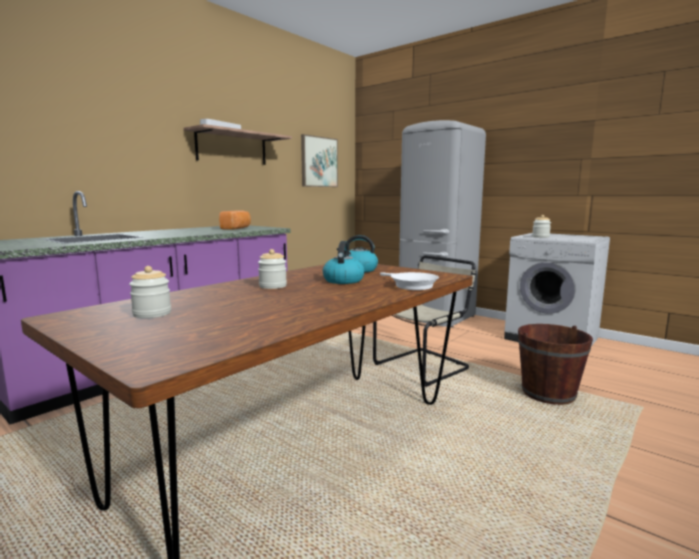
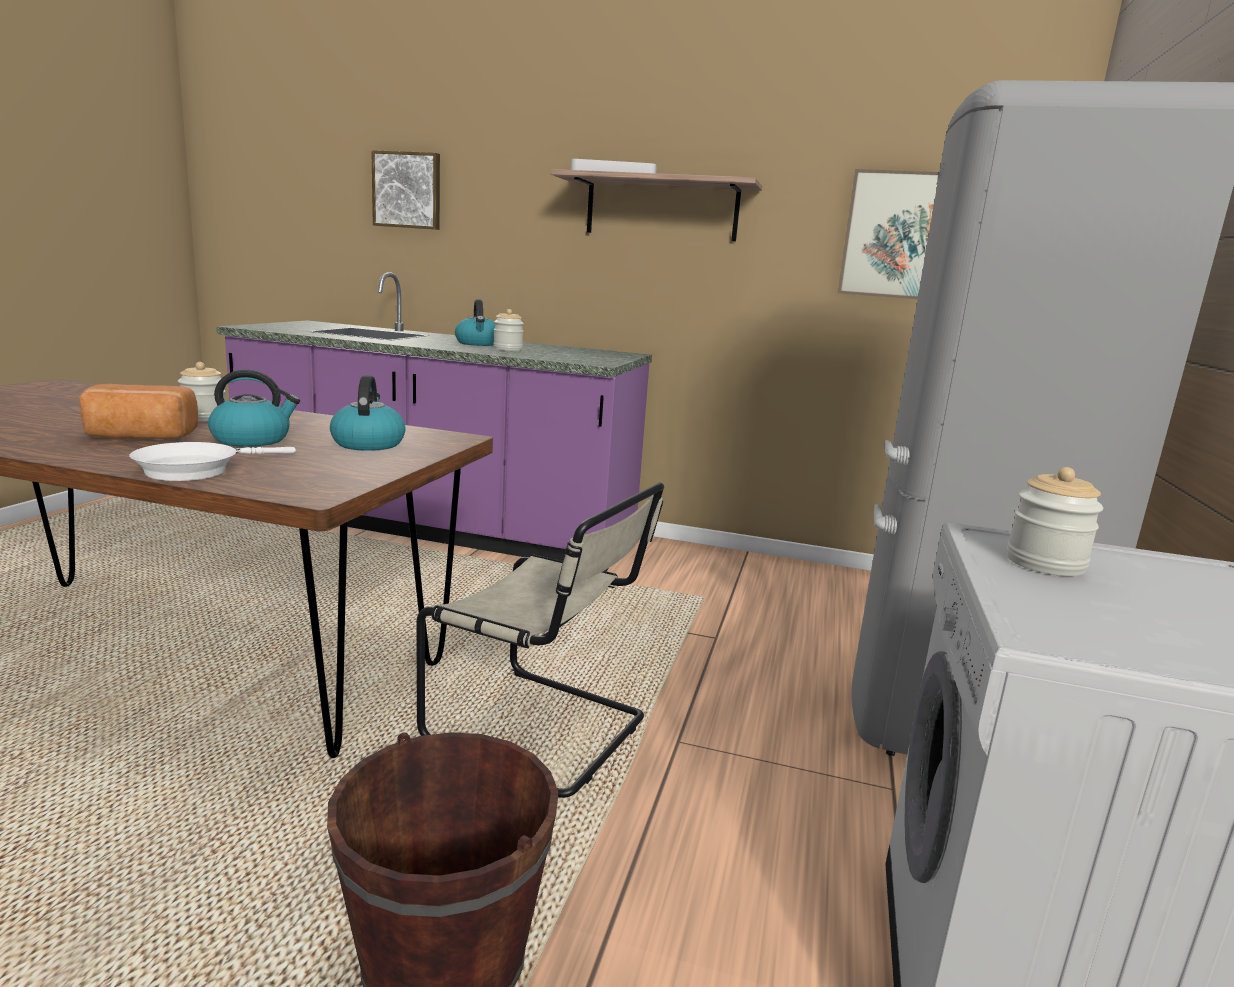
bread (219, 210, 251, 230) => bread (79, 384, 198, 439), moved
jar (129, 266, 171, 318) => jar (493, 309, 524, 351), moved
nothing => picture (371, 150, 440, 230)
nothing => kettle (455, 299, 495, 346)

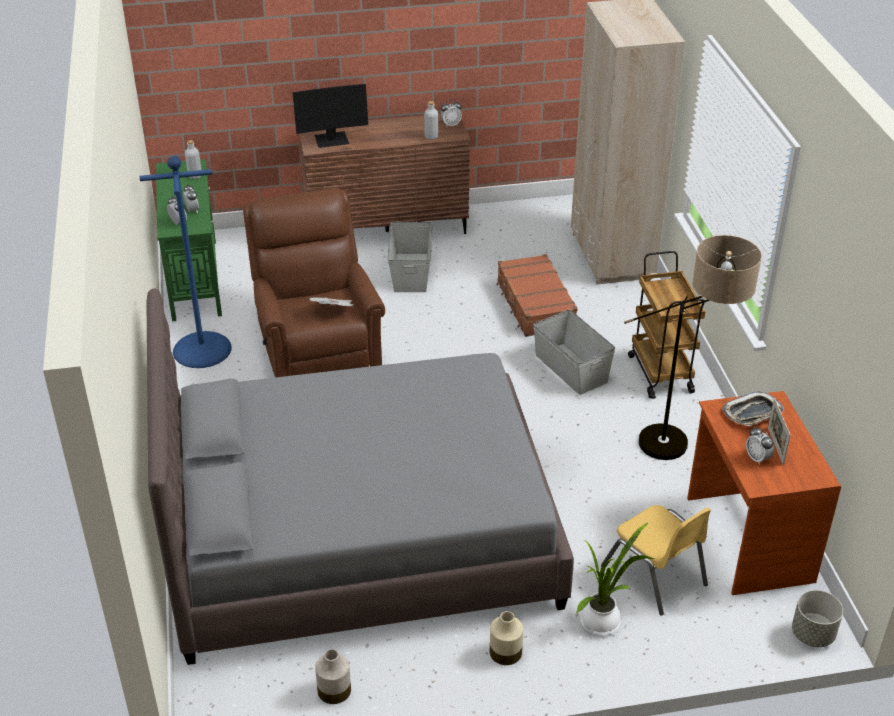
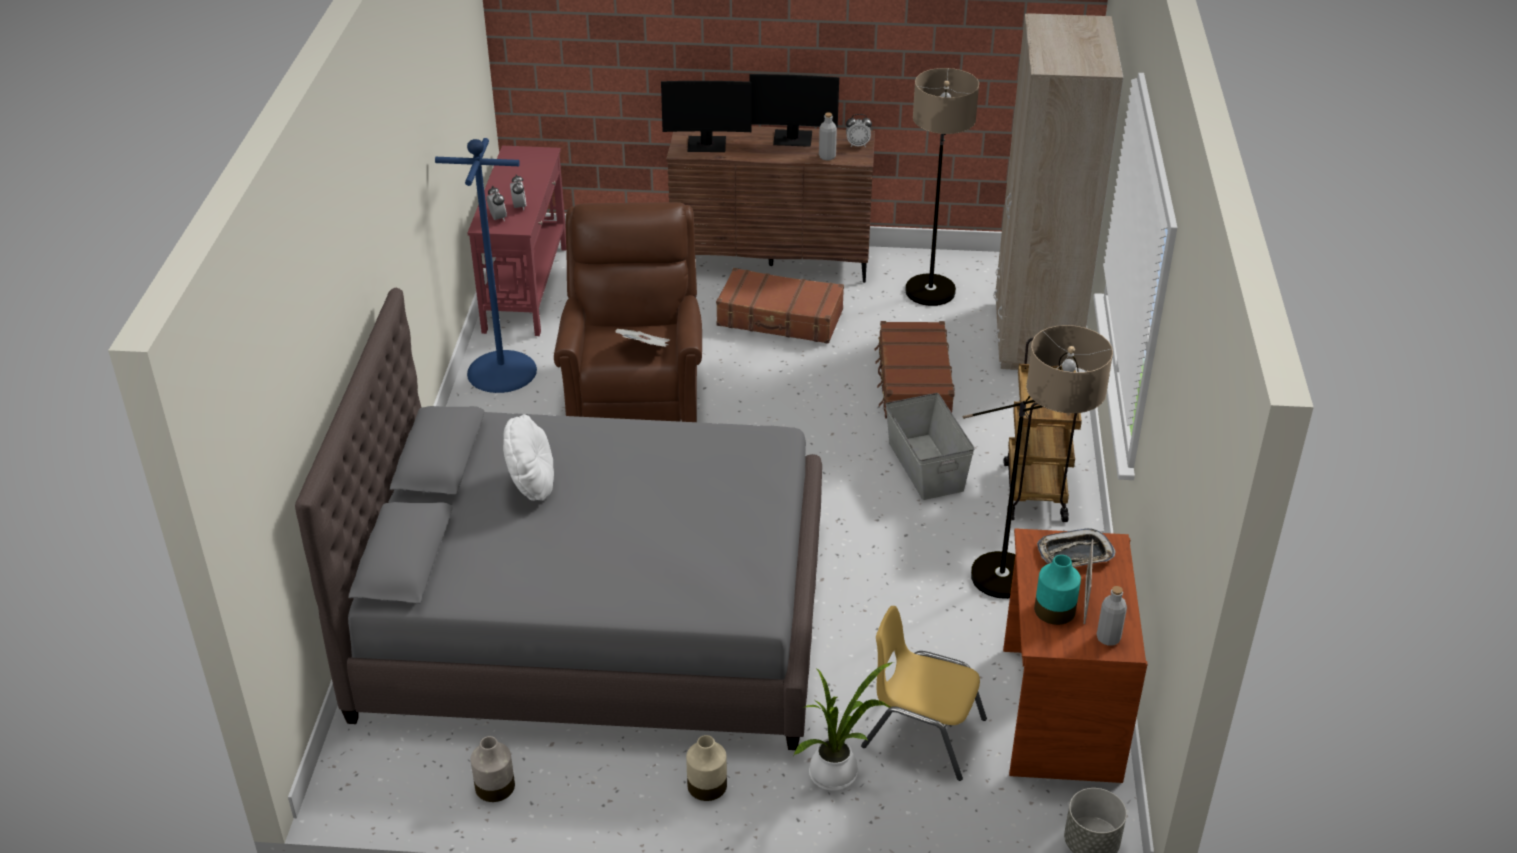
grey bottle (185, 140, 201, 179) => grey bottle (1097, 586, 1127, 646), moved
green console table (156, 159, 222, 321) => red console table (467, 145, 566, 336)
grey storage box (388, 222, 432, 292) => brown suitcase (716, 268, 844, 344)
alarm clock (746, 427, 774, 465) => turquoise vase (1034, 555, 1081, 625)
yellow chair (601, 505, 711, 616) => yellow chair (861, 606, 987, 781), 135 degrees clockwise
nothing => floor lamp (905, 68, 979, 306)
nothing => monitor (750, 74, 839, 147)
nothing => white pillow (503, 414, 554, 501)

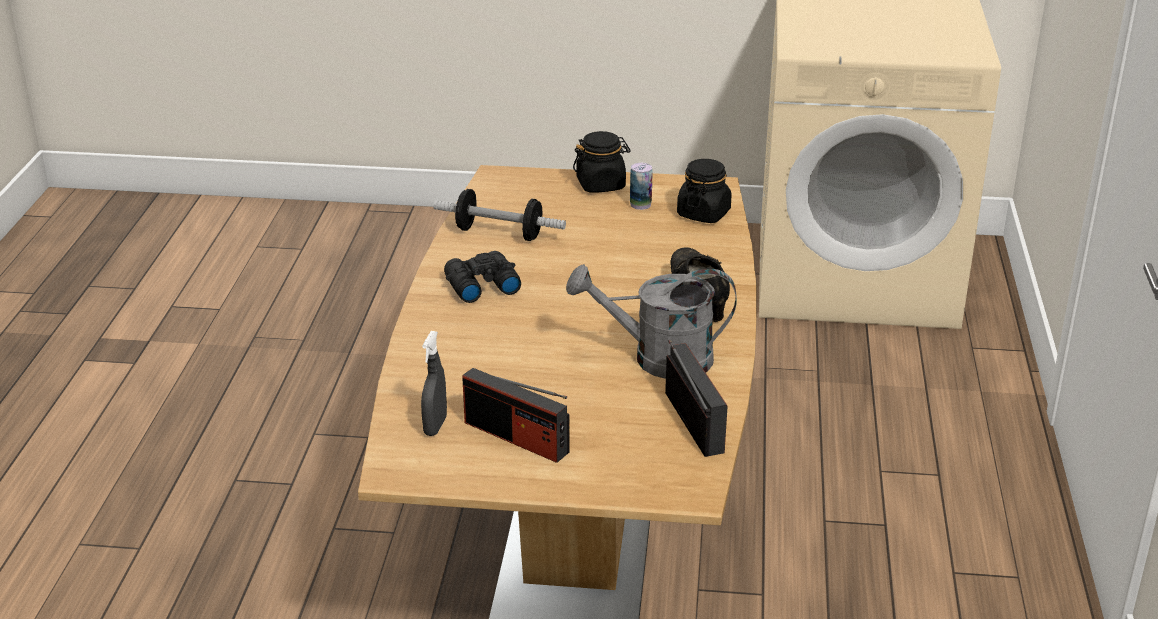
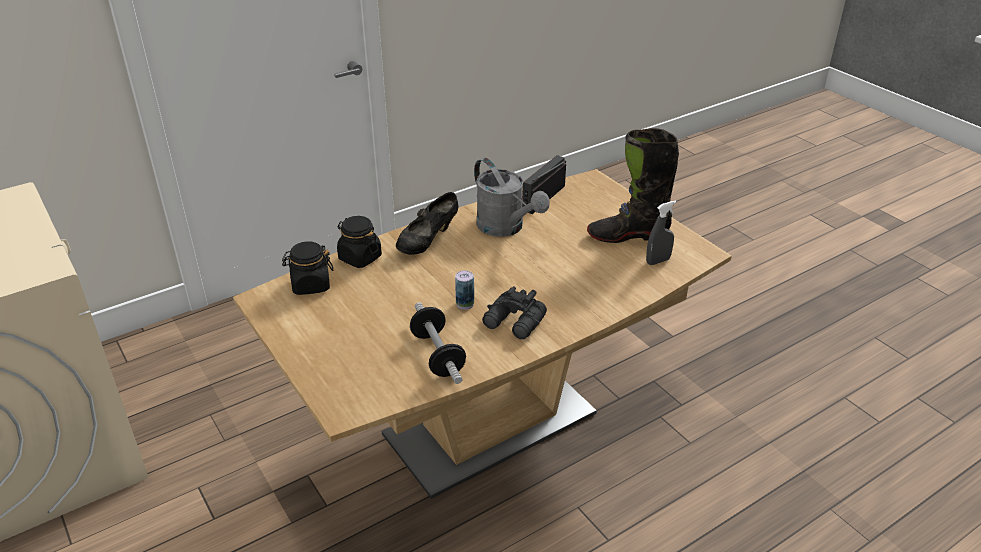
black jar (573, 131, 631, 192) => black jar (337, 216, 382, 268), moved
can (630, 163, 653, 210) => can (455, 270, 474, 310), moved
radio (462, 368, 570, 463) => black boot (587, 128, 679, 243)

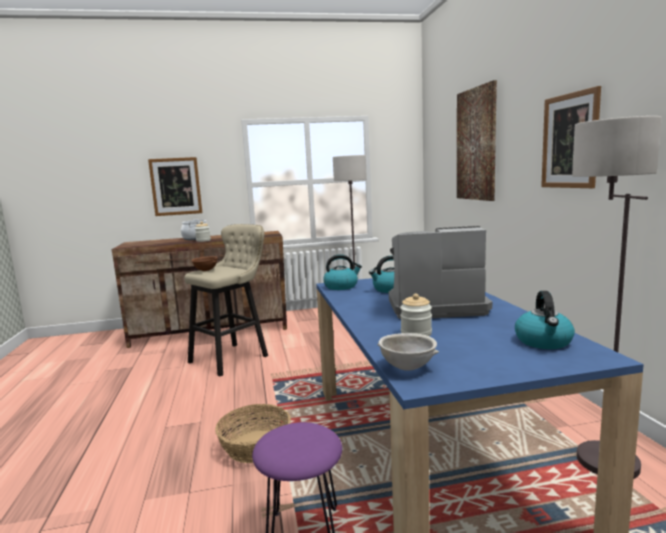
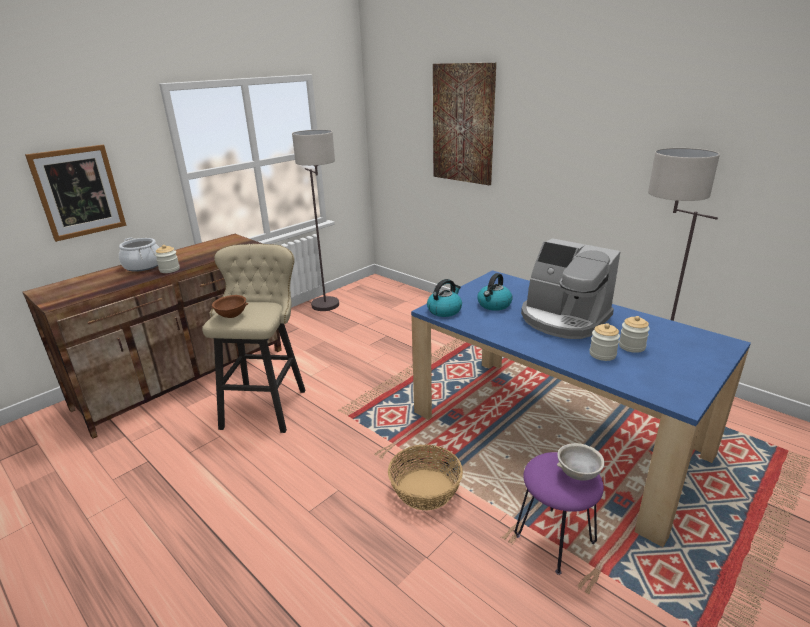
picture (541, 86, 601, 188) => nothing
coffee machine (389, 226, 492, 319) => coffee machine (521, 238, 620, 339), 105 degrees counterclockwise
kettle (515, 291, 575, 349) => nothing
grey bowl (378, 333, 439, 371) => grey bowl (557, 443, 605, 481), moved
nothing => jar (619, 316, 650, 353)

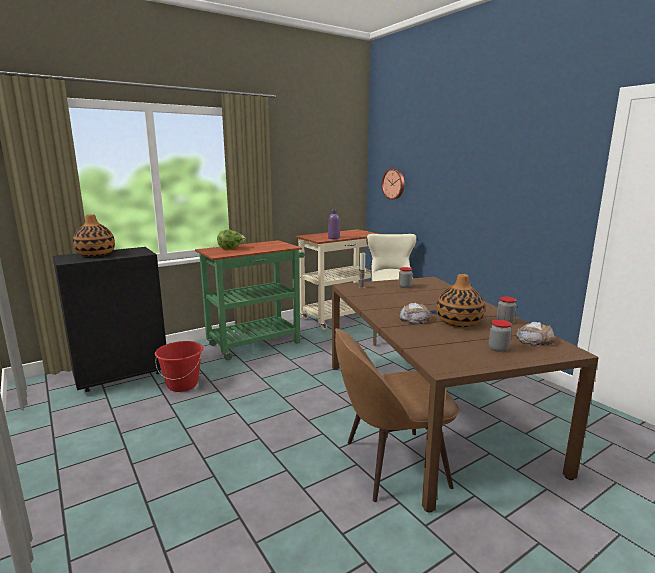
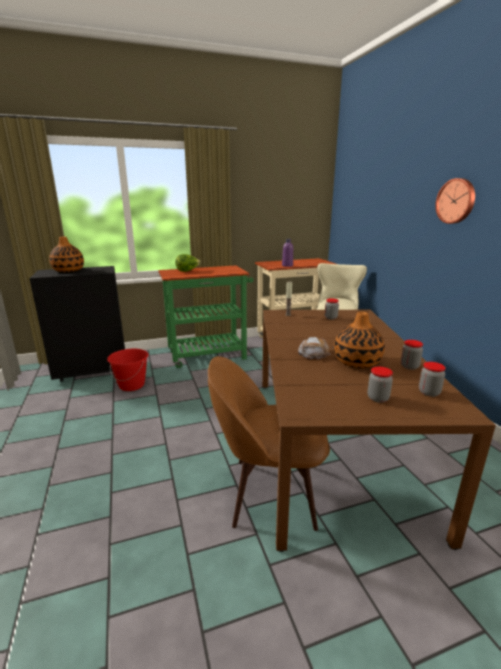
wall clock (382, 169, 405, 200) => wall clock (435, 178, 475, 224), moved
bread (516, 322, 555, 346) => jar (419, 362, 446, 397)

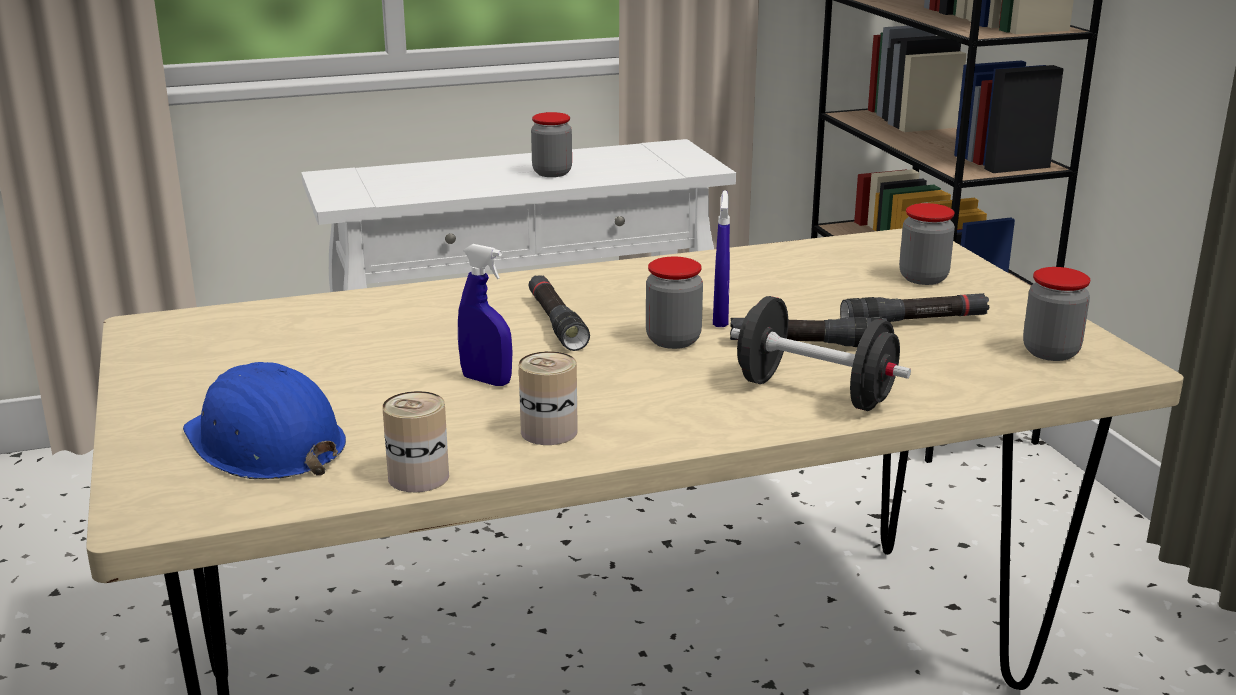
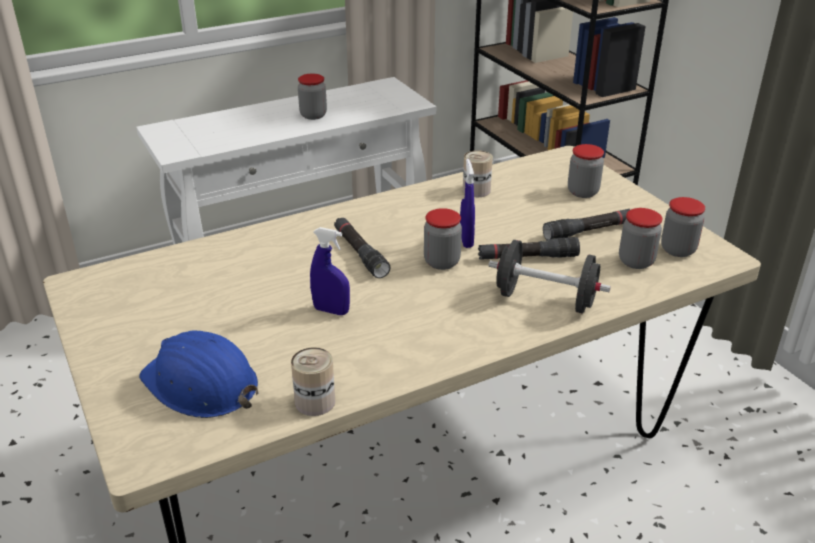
can (519, 351, 578, 445) => can (463, 150, 493, 197), moved
nothing => jar (619, 208, 662, 269)

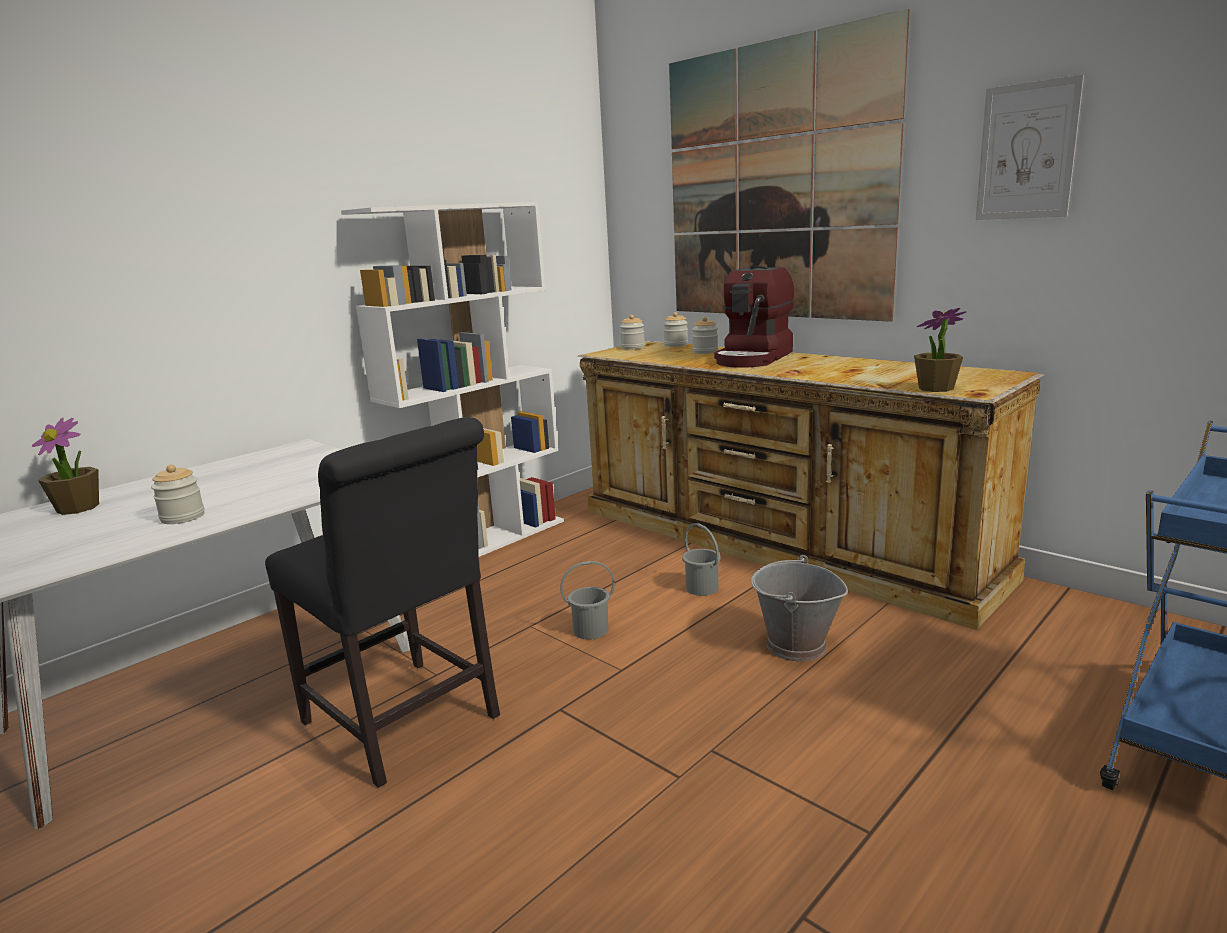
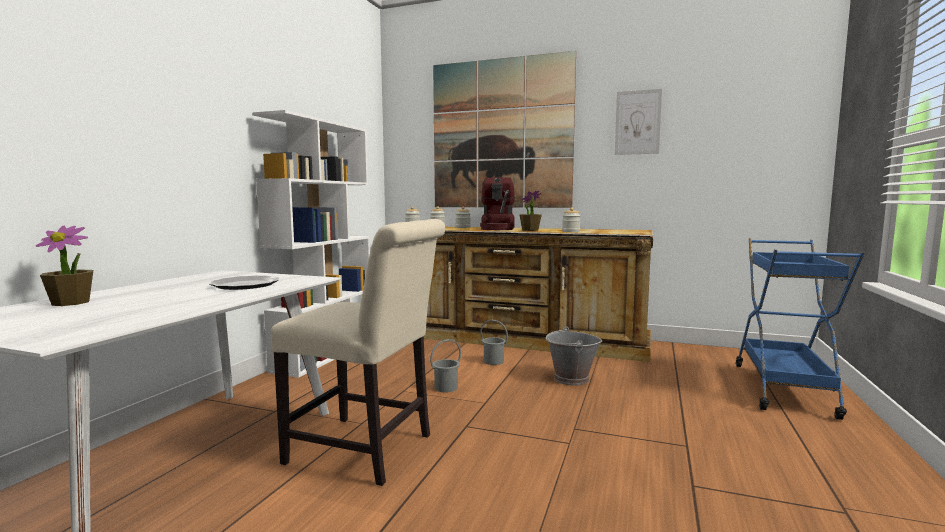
potted plant (914, 308, 967, 392) => potted plant (520, 191, 542, 231), moved
black chair (265, 417, 500, 788) => beige chair (271, 219, 445, 486)
jar (151, 464, 204, 524) => jar (562, 207, 580, 232), moved
nothing => plate (210, 276, 279, 290)

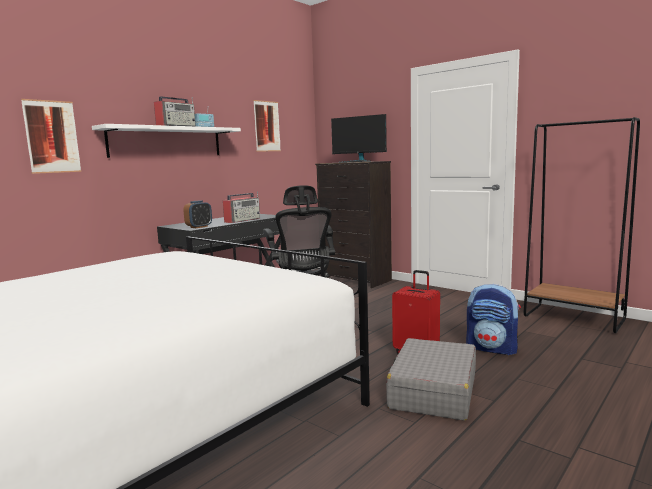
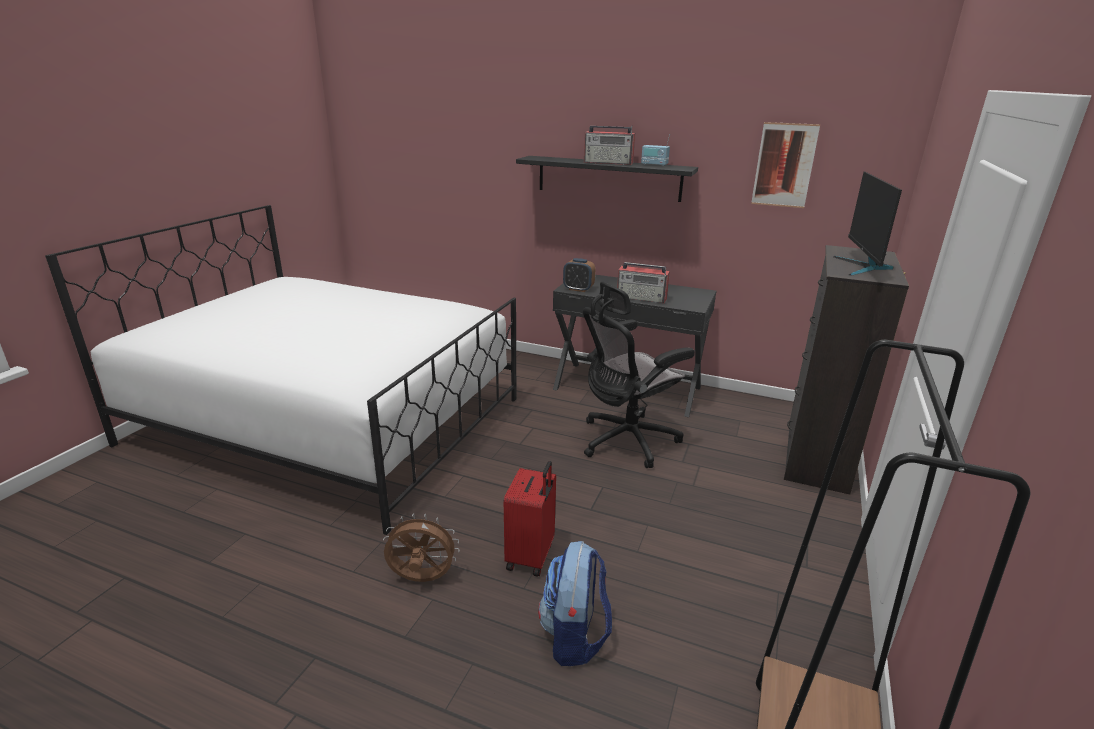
picture (21, 99, 81, 174) => nothing
white shelf (92, 124, 241, 158) => black shelf (516, 156, 698, 202)
grey suitcase (386, 338, 476, 421) => brown fan (383, 513, 460, 582)

